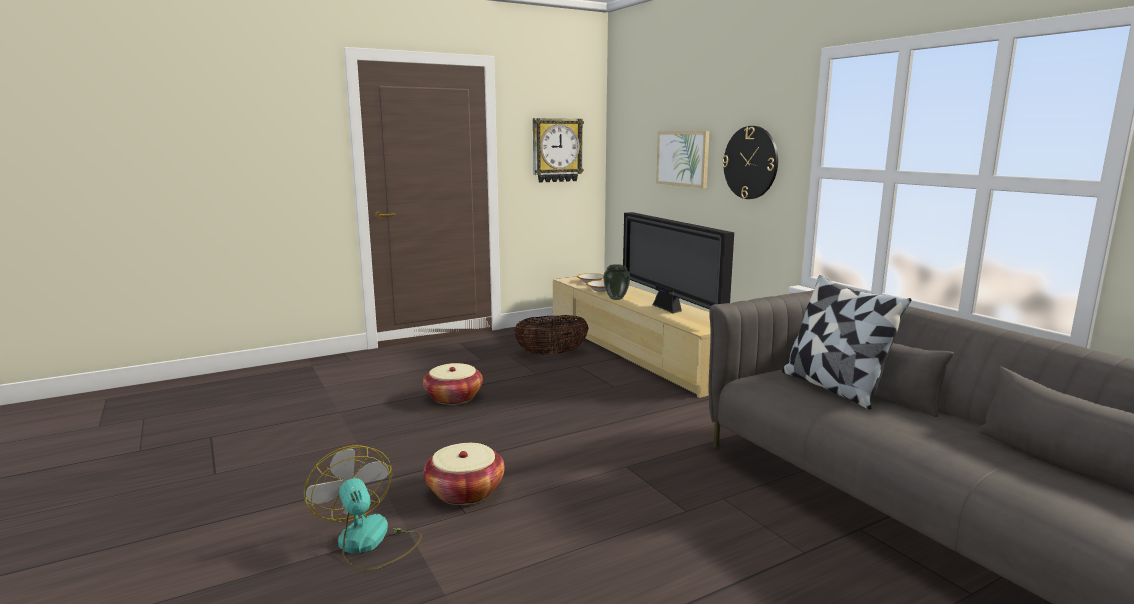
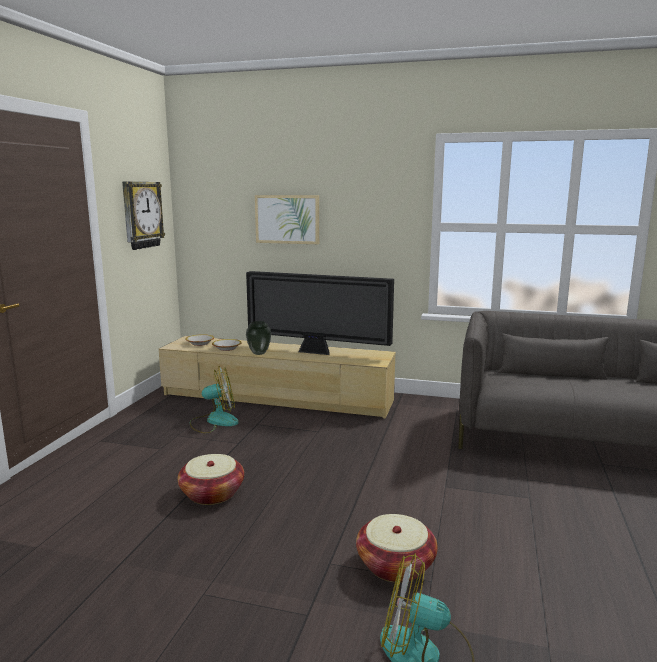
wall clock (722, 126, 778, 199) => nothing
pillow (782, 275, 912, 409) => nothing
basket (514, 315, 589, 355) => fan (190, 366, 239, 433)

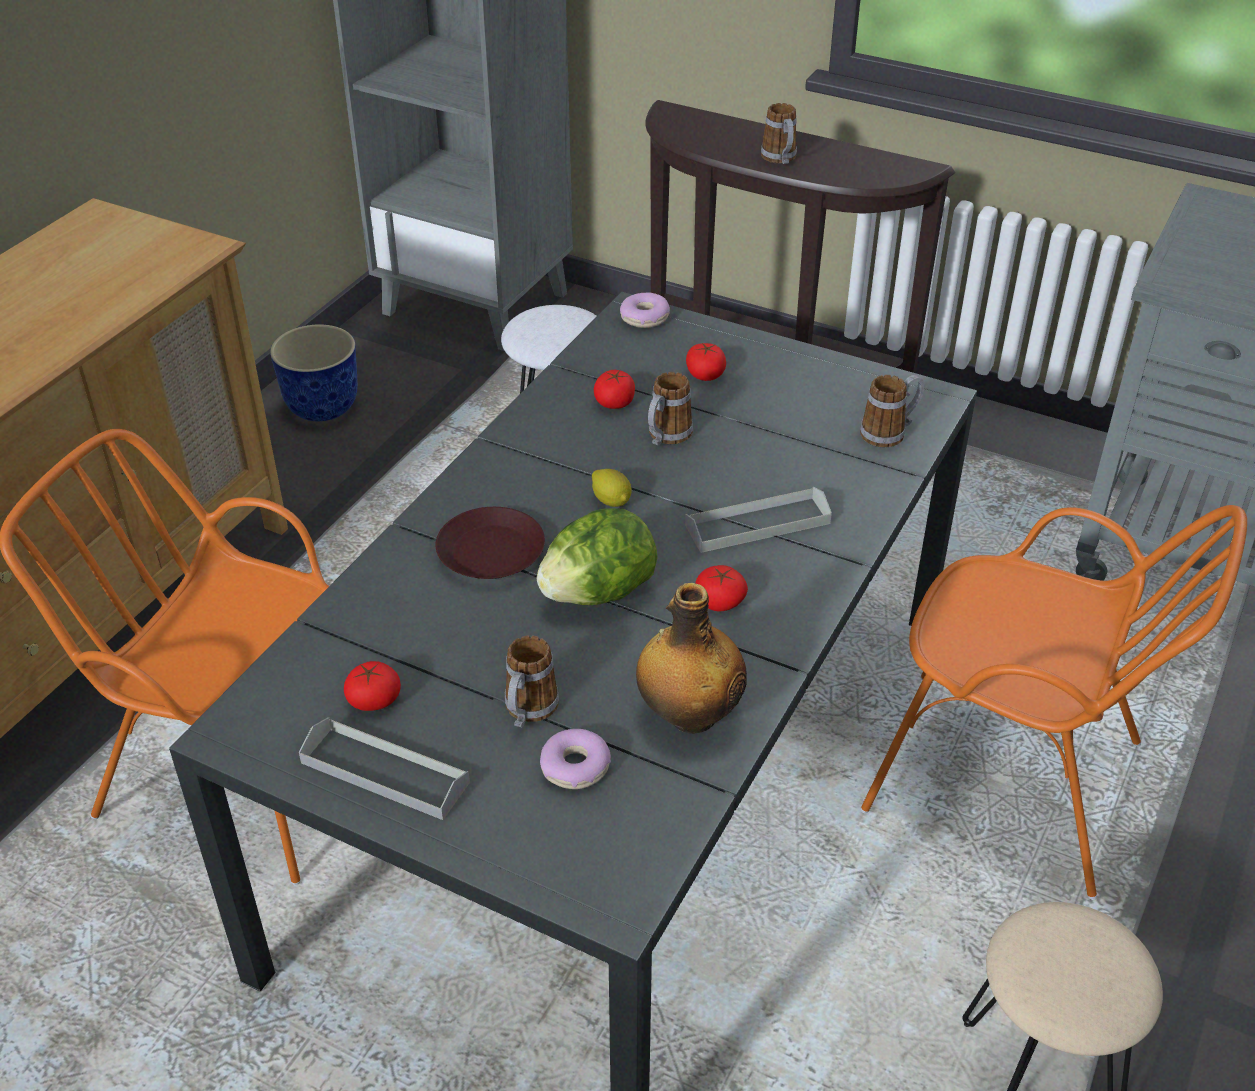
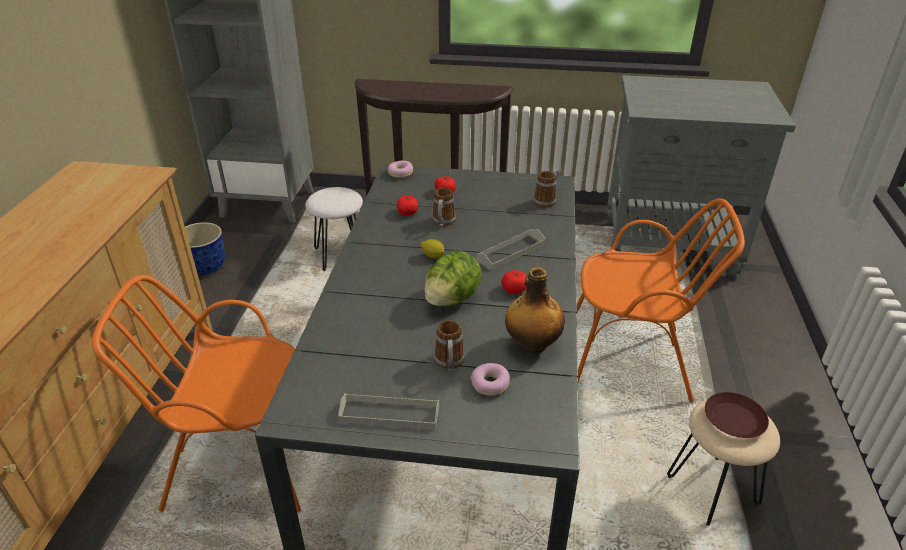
mug (761, 103, 797, 164) => nothing
brown plate (436, 507, 545, 579) => brown plate (705, 392, 769, 438), moved
tomato (344, 661, 401, 711) => nothing

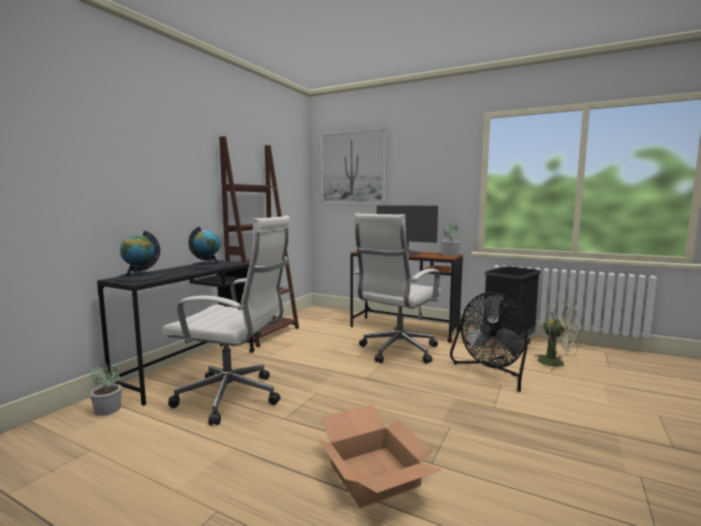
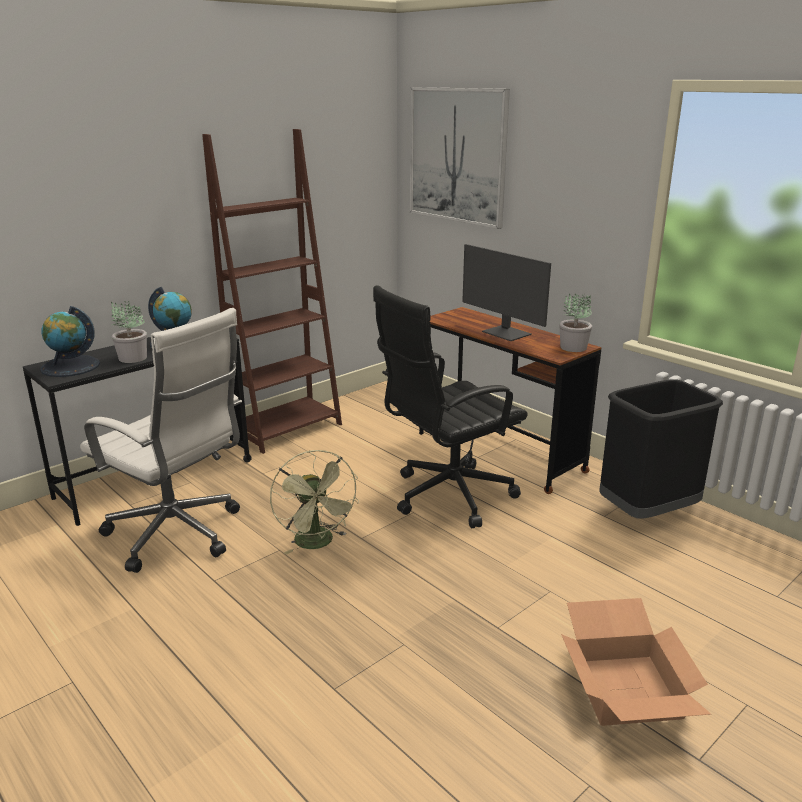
white office chair (354, 213, 441, 363) => black office chair (373, 285, 528, 528)
black fan (450, 292, 531, 392) => nothing
green fan (535, 301, 582, 371) => green fan (270, 450, 359, 555), moved
potted plant (89, 362, 122, 416) => potted plant (111, 301, 147, 363), moved
cardboard box (319, 404, 442, 508) => cardboard box (561, 598, 711, 726), moved

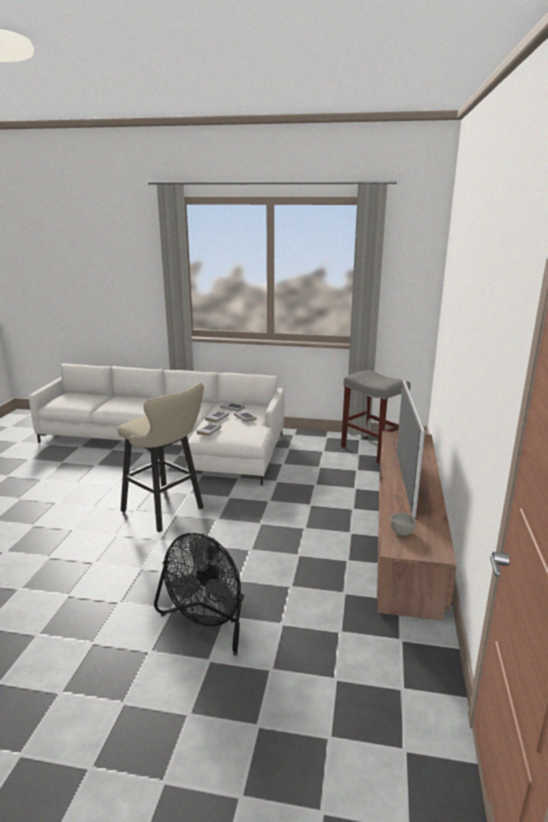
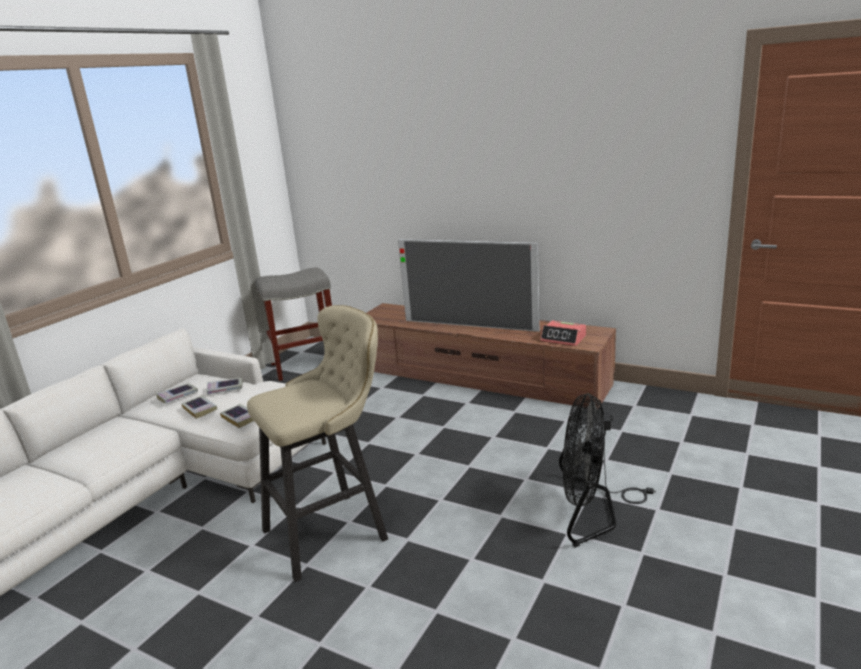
grey bowl (390, 513, 416, 535) => alarm clock (540, 321, 586, 346)
black fan (154, 533, 244, 655) => black fan (559, 393, 656, 548), 135 degrees clockwise

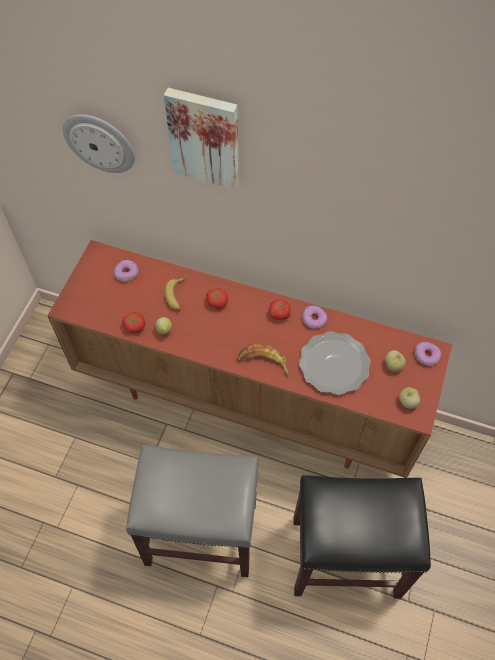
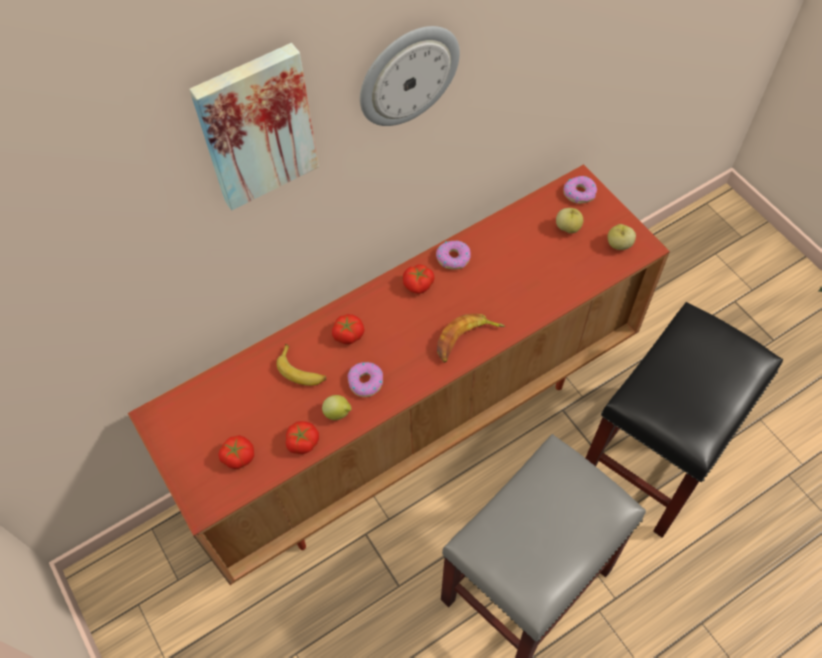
wall clock (63, 114, 135, 173) => wall clock (360, 26, 460, 126), moved
donut (114, 260, 139, 282) => donut (348, 362, 383, 397), moved
plate (299, 331, 371, 395) => nothing
nothing => tomato (218, 435, 254, 469)

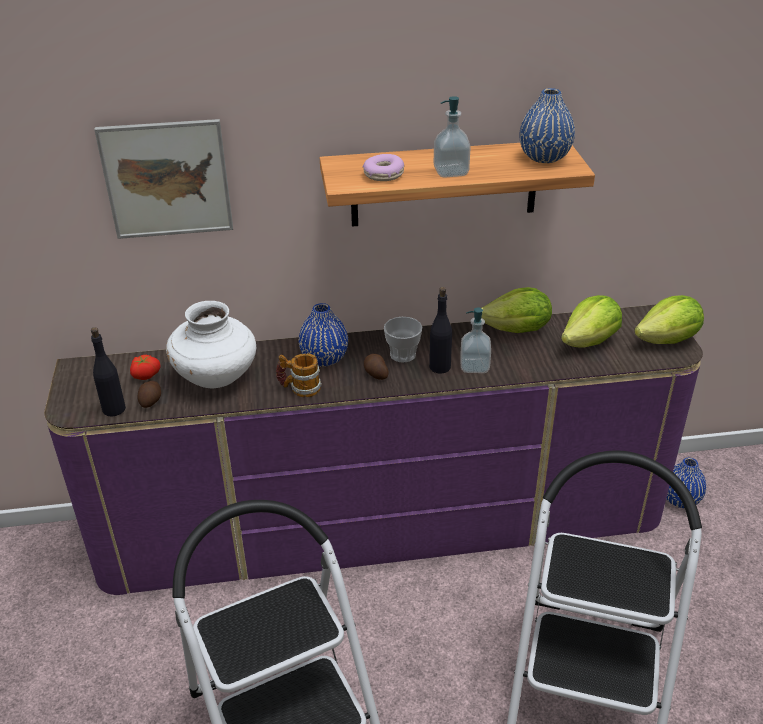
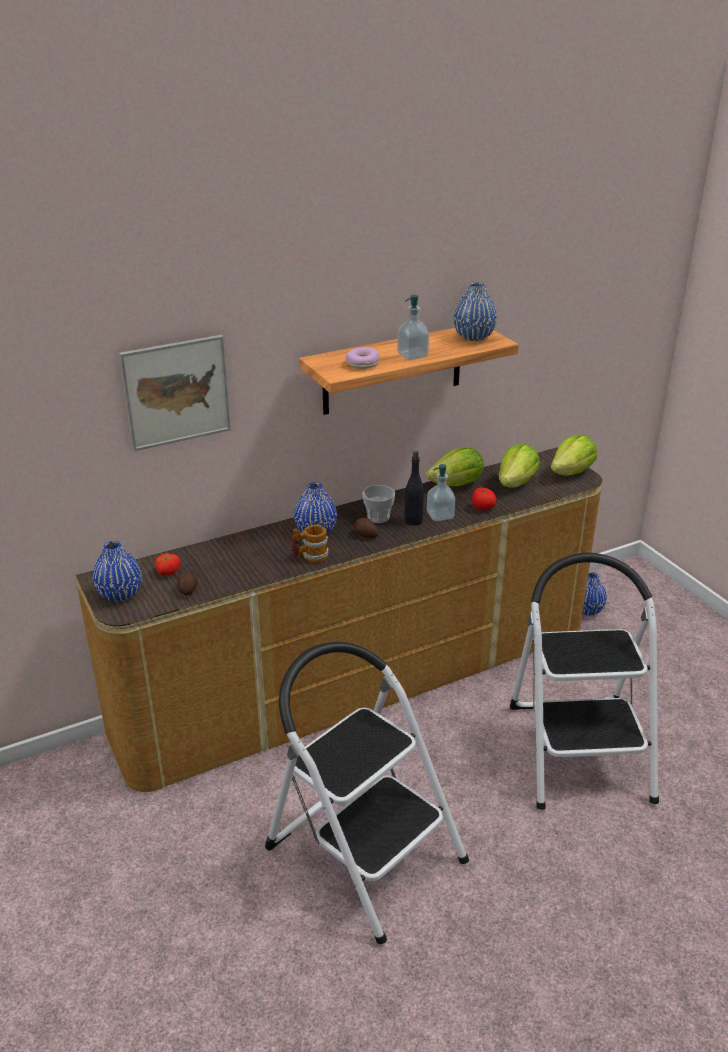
white vase (166, 301, 256, 388) => nothing
purple cabinet (44, 305, 703, 595) => brown cabinet (75, 447, 602, 792)
black bottle (91, 327, 126, 417) => nothing
nothing => tomato (472, 488, 497, 510)
nothing => blue vase (93, 541, 142, 602)

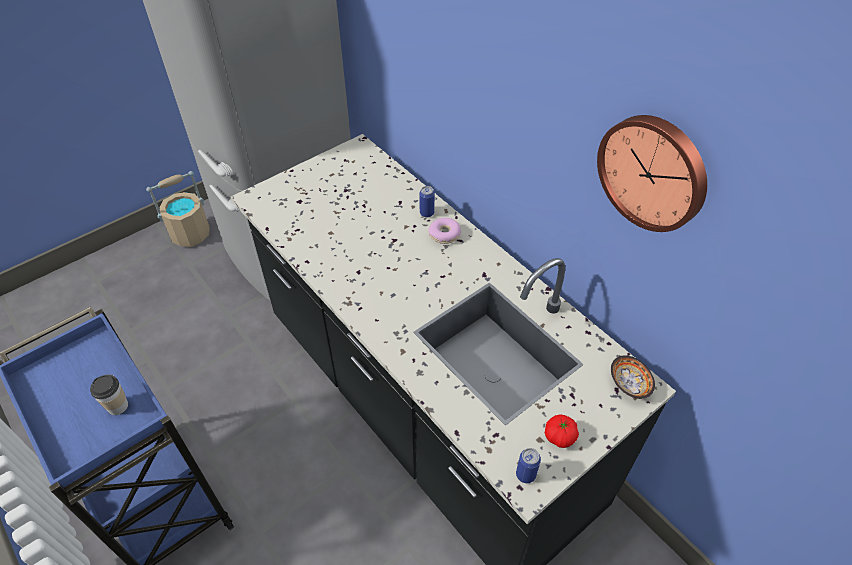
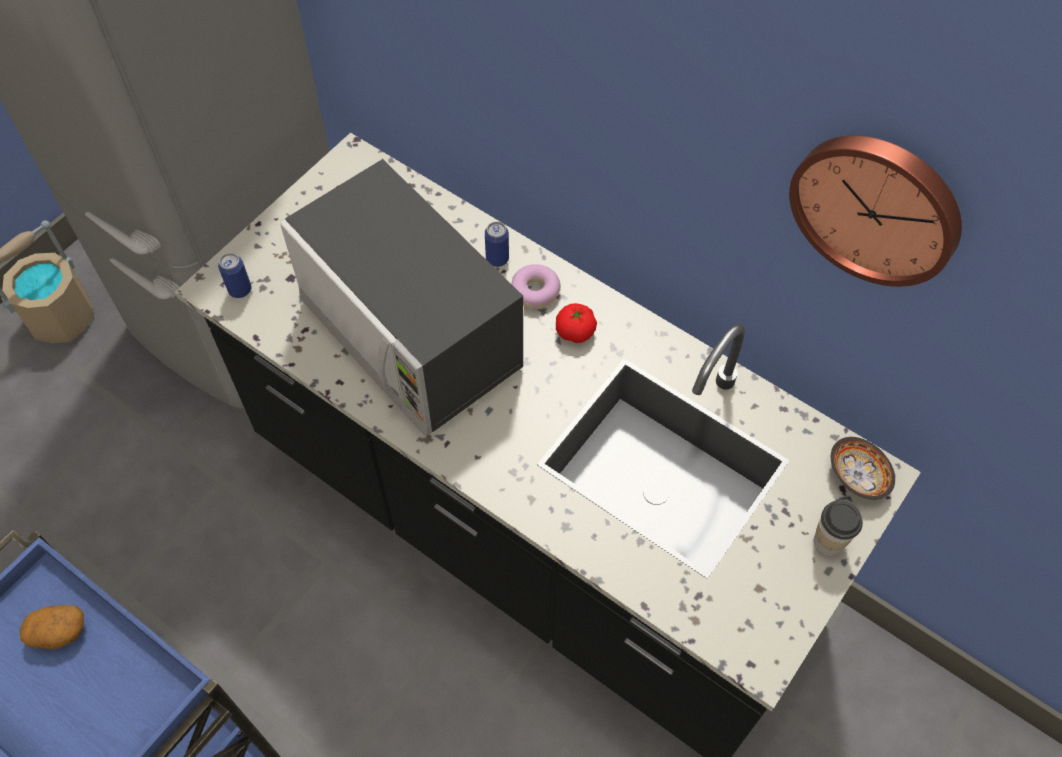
cup (90, 374, 128, 415) => cup (814, 500, 863, 556), moved
tomato (545, 414, 579, 448) => tomato (556, 303, 597, 343), moved
can (516, 448, 541, 483) => can (218, 253, 251, 298), moved
nothing => microwave (280, 159, 523, 436)
nothing => potato (20, 605, 84, 649)

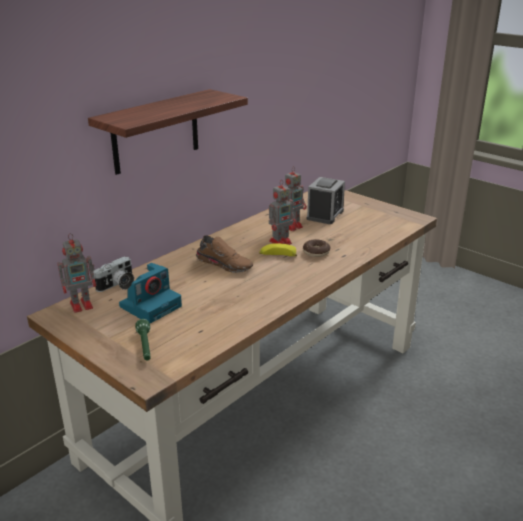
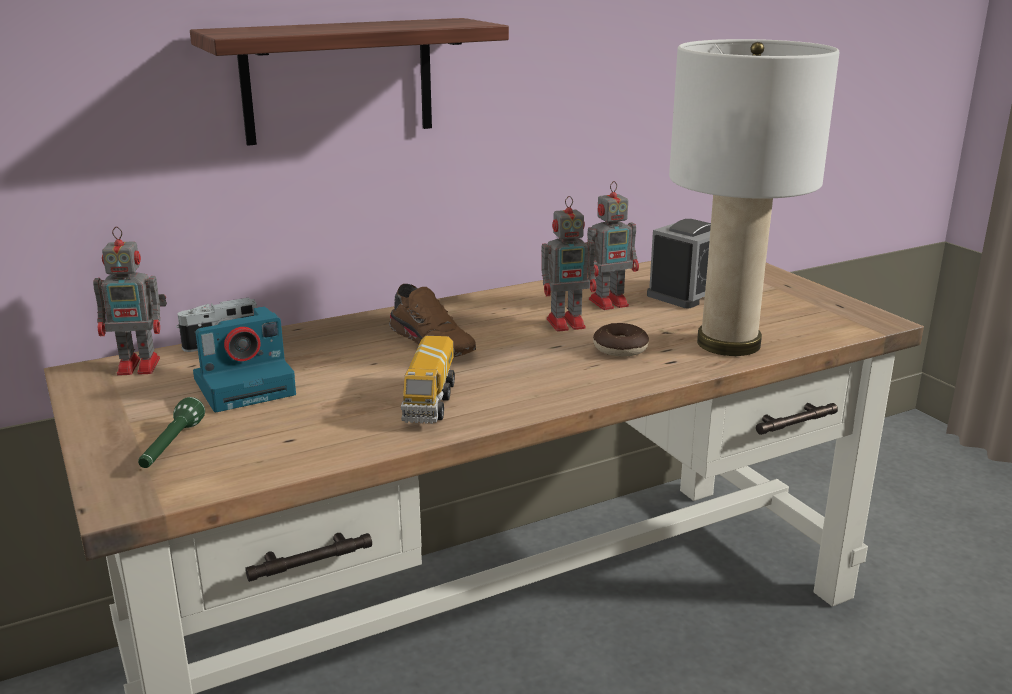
banana (259, 243, 297, 256) => nothing
nothing => white table lamp (669, 39, 839, 356)
nothing => toy truck (401, 336, 455, 424)

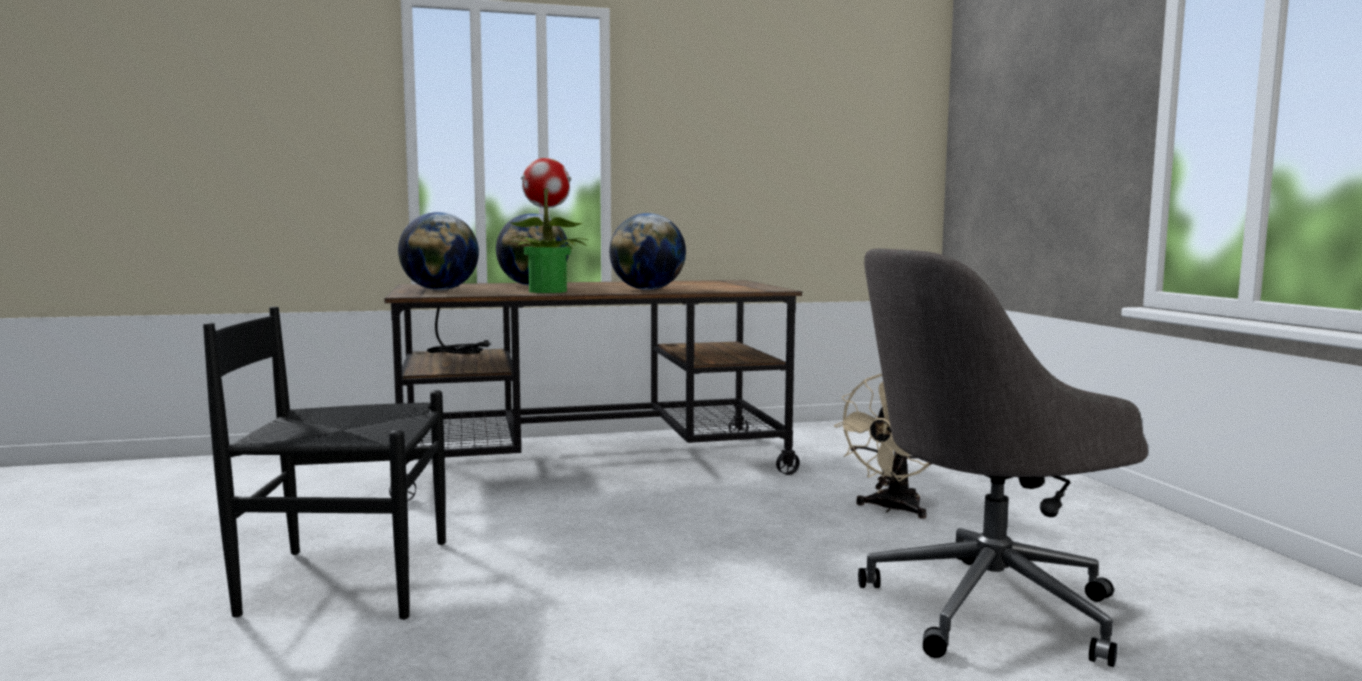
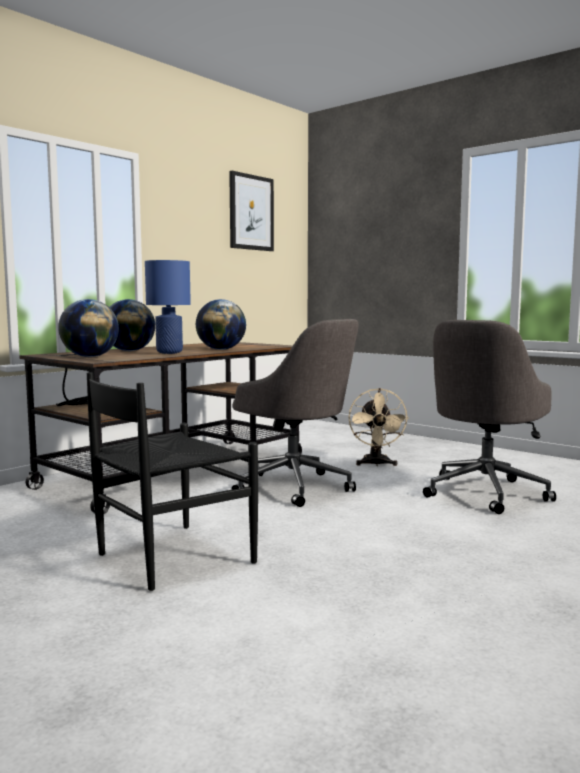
potted plant (507, 158, 588, 293) => blue table lamp (145, 260, 191, 354)
nothing => picture (229, 171, 274, 251)
nothing => grey office chair (232, 319, 358, 507)

